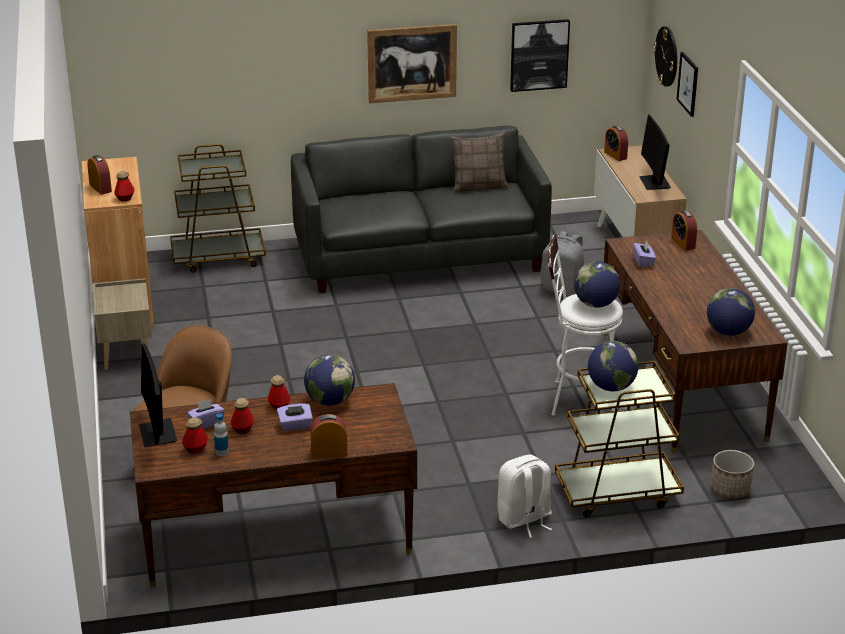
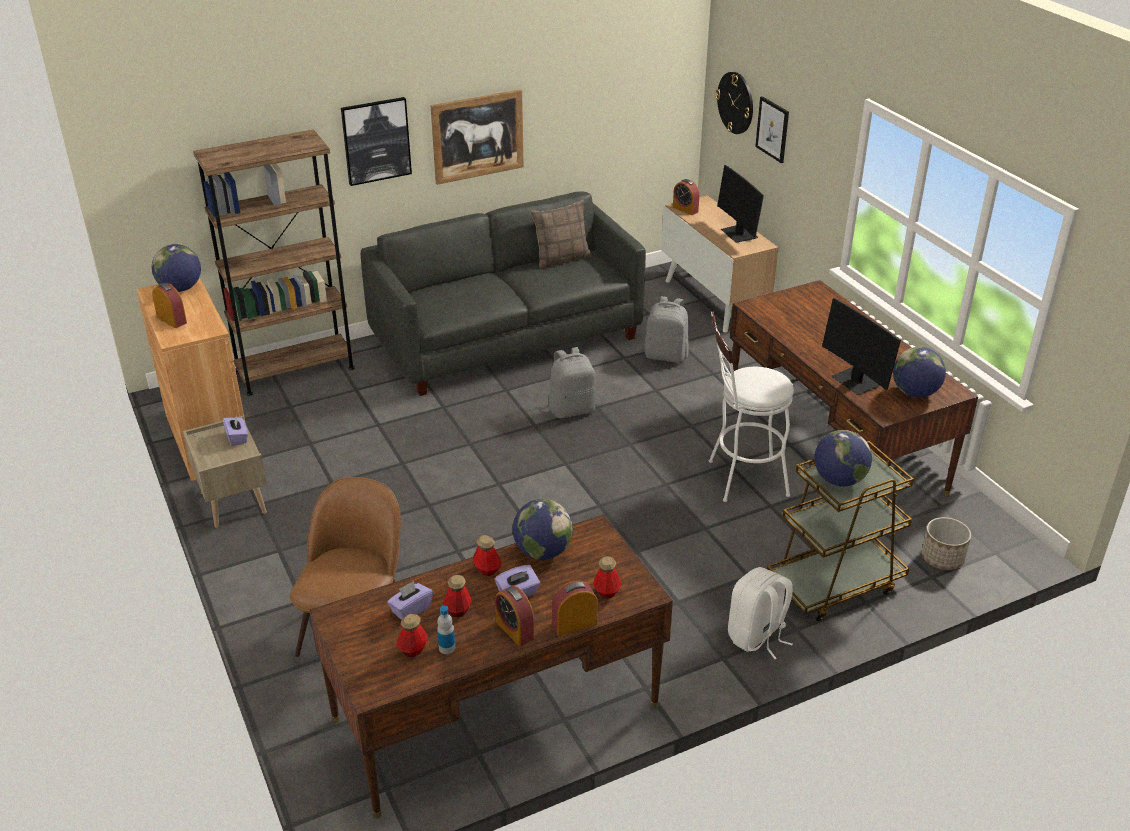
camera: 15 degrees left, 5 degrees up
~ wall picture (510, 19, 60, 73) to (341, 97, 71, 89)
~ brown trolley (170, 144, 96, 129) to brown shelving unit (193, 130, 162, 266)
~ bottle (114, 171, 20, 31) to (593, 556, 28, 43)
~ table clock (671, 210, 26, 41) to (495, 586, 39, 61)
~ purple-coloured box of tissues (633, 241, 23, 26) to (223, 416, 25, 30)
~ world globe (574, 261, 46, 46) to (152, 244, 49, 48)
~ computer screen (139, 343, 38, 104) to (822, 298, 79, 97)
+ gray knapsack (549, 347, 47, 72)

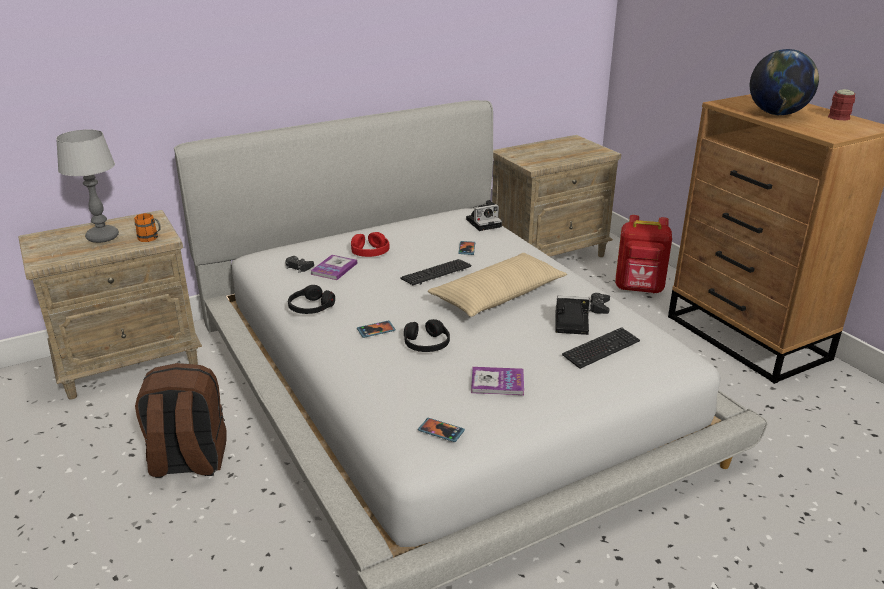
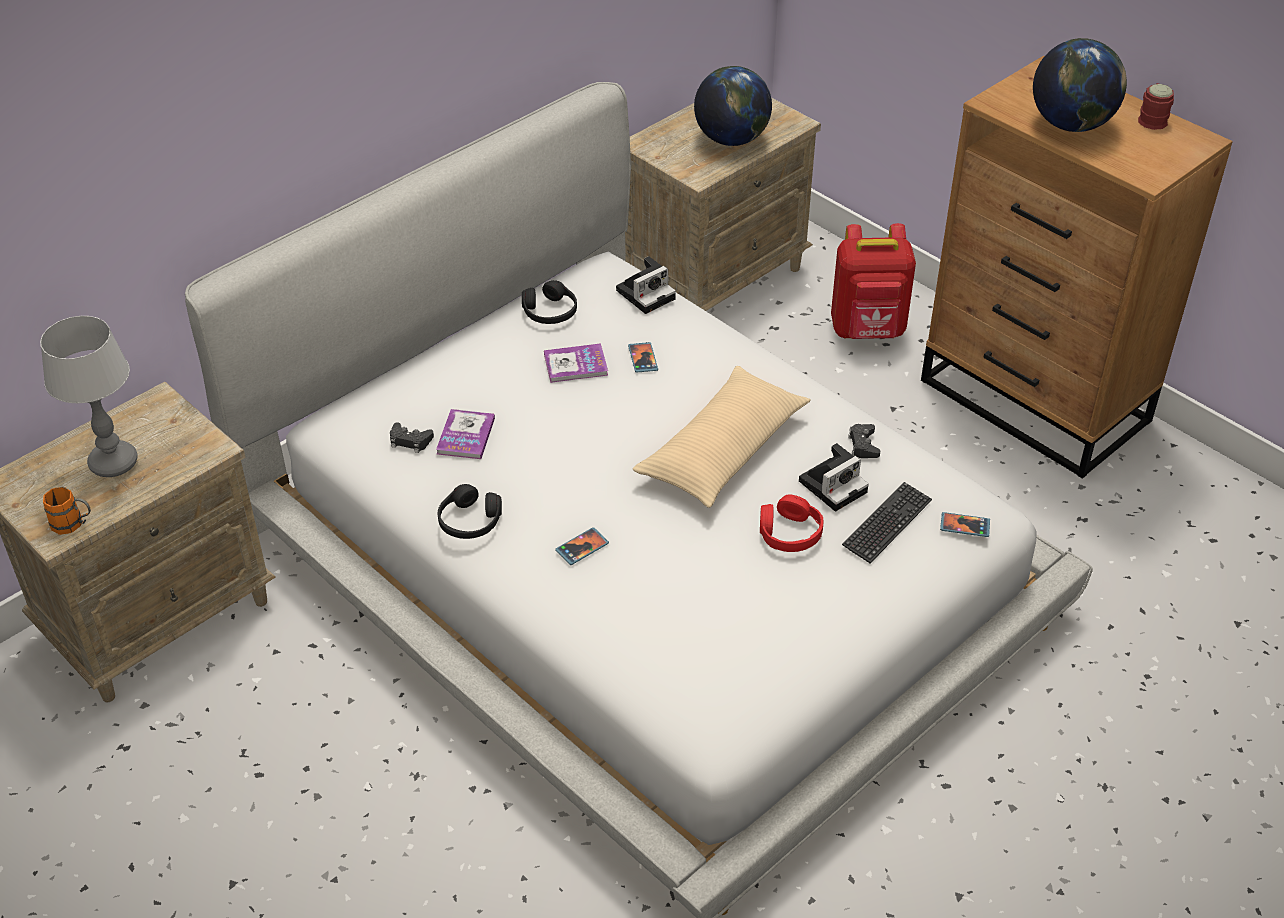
camera: 15 degrees left, 15 degrees up
~ orange-coloured tea mug (134, 213, 27, 29) to (43, 487, 48, 48)
~ red-coloured pair of headphones (351, 232, 39, 25) to (760, 494, 63, 58)
- PC keyboard (400, 259, 72, 26)
~ still camera (555, 296, 35, 39) = (799, 443, 70, 68) 150 degrees clockwise
~ blackish pair of headphones (404, 319, 46, 33) to (522, 280, 55, 44)
- brown knapsack (135, 363, 92, 115)
~ book (471, 367, 53, 28) to (544, 343, 64, 40)
~ telephone (418, 418, 47, 24) to (940, 512, 50, 25)
+ world globe (694, 66, 78, 80)

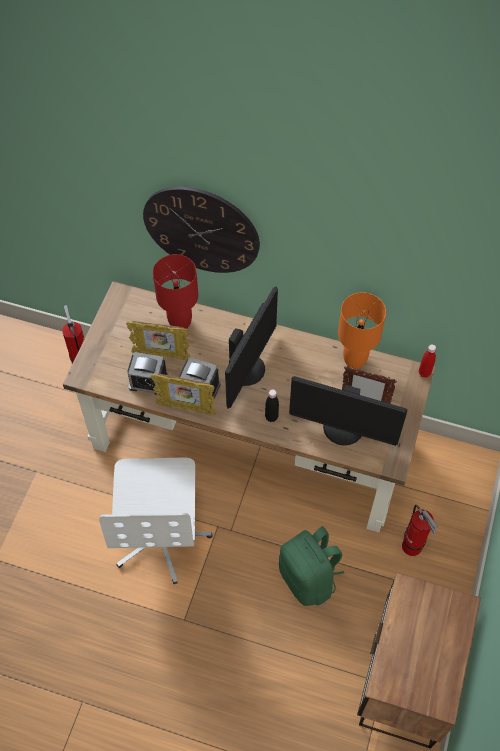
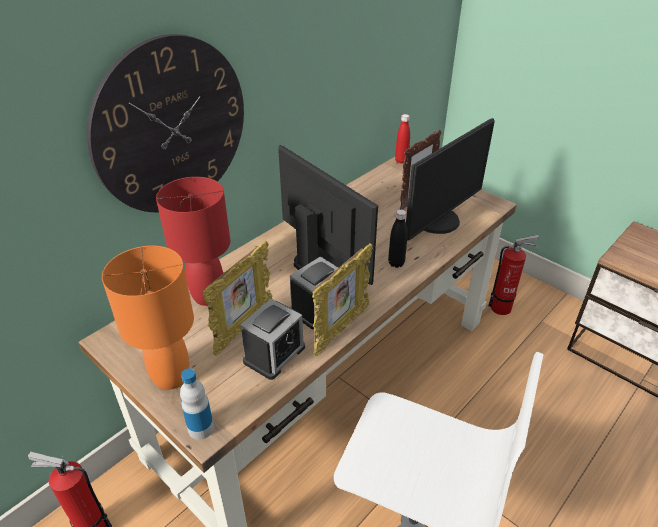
camera: 65 degrees left, 20 degrees down
~ orange-coloured table lamp (338, 292, 48, 77) to (102, 246, 92, 144)
- green-coloured knapsack (279, 526, 65, 80)
+ bottle (180, 368, 34, 72)

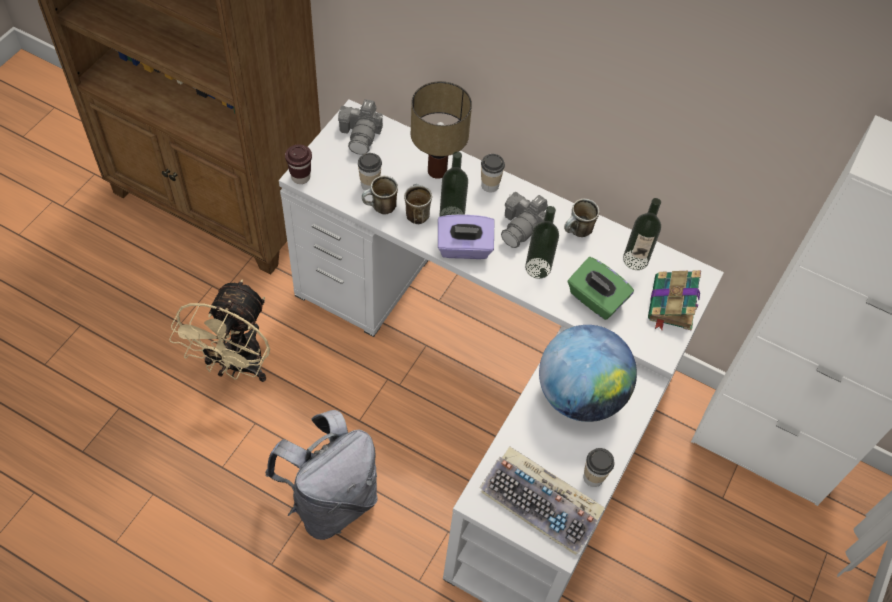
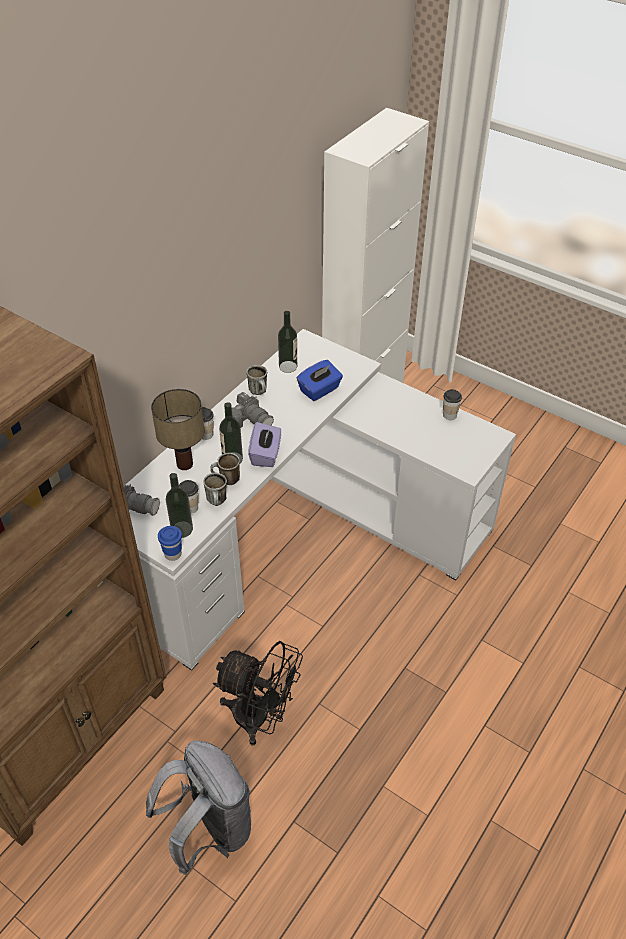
camera: 80 degrees left, 10 degrees down
~ brown drinking cup (285, 144, 27, 40) to blue-coloured drinking cup (158, 526, 24, 35)
~ bottle (525, 206, 34, 73) to (166, 473, 27, 65)
~ green-coloured box of tissues (568, 257, 66, 63) to blue-coloured box of tissues (297, 360, 46, 41)
- book (648, 270, 53, 61)
~ beige-coloured cooling fan (169, 279, 101, 103) to blackish cooling fan (213, 641, 90, 105)
- world globe (539, 325, 98, 97)
~ gray knapsack (265, 410, 113, 130) to (146, 740, 105, 136)
- PC keyboard (480, 446, 125, 109)

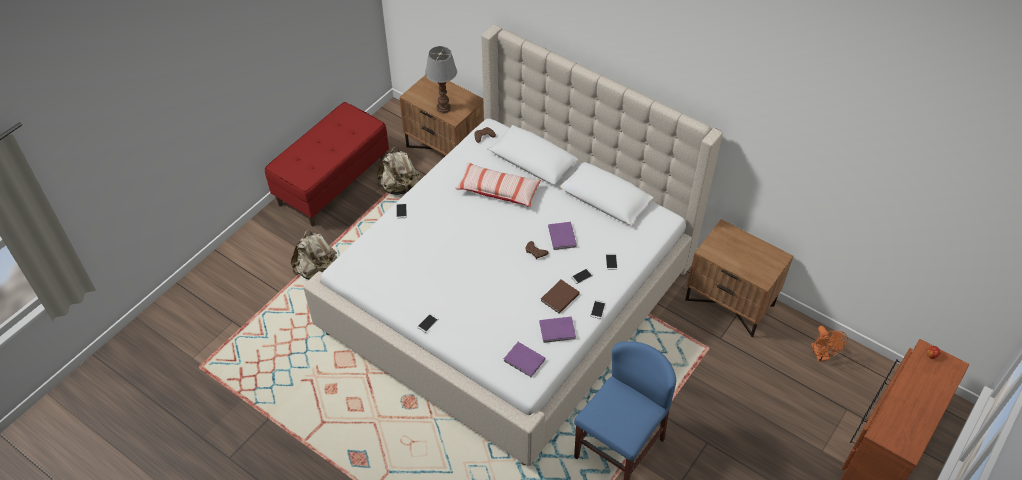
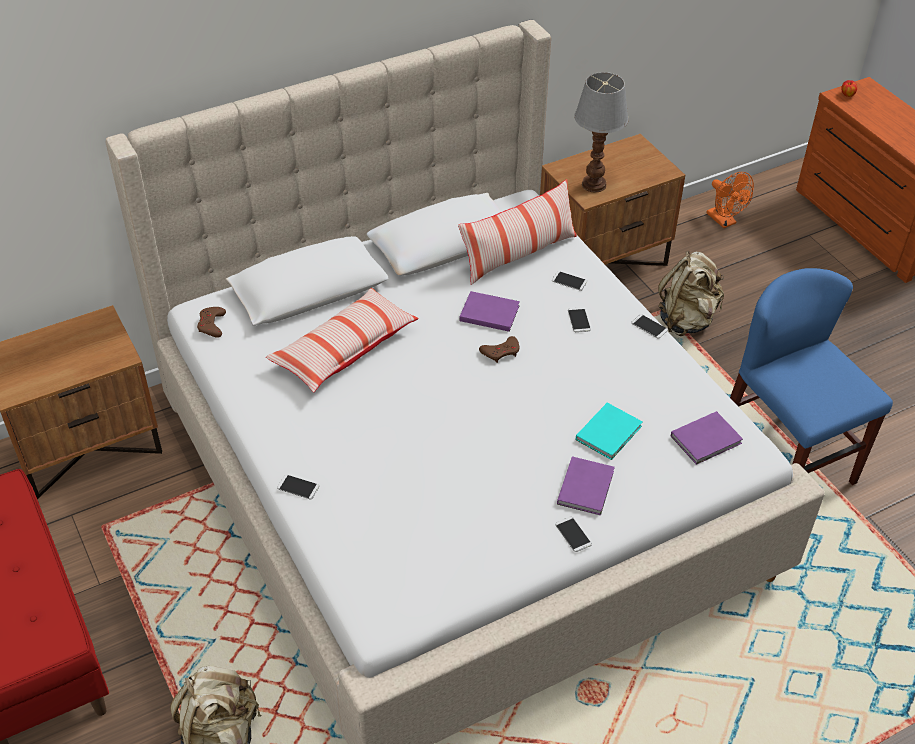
camera: 65 degrees left, 5 degrees down
~ table lamp (425, 46, 32, 67) to (574, 72, 55, 120)
~ beige-coloured knapsack (377, 146, 42, 49) to (658, 251, 66, 85)
- brown book (541, 279, 39, 35)
~ purple-coloured book (540, 316, 36, 27) to (557, 456, 58, 59)
~ orange-coloured cooling fan (811, 326, 37, 36) = (707, 172, 47, 56) 45 degrees clockwise
+ cushion (458, 179, 119, 106)
+ turquoise-coloured book (576, 403, 67, 57)

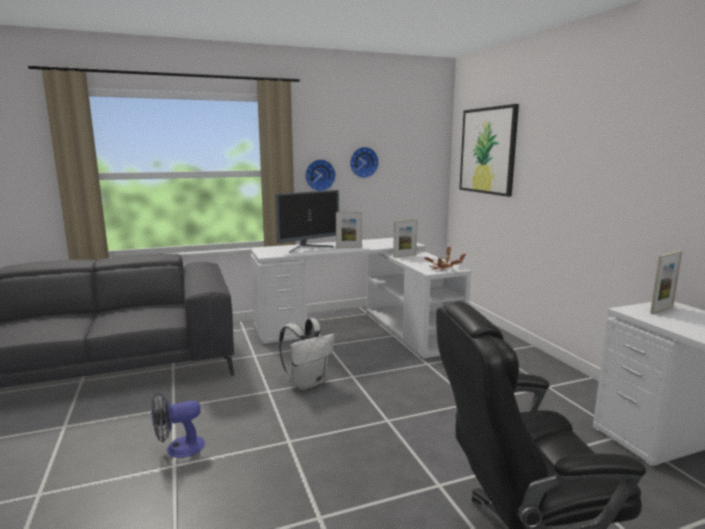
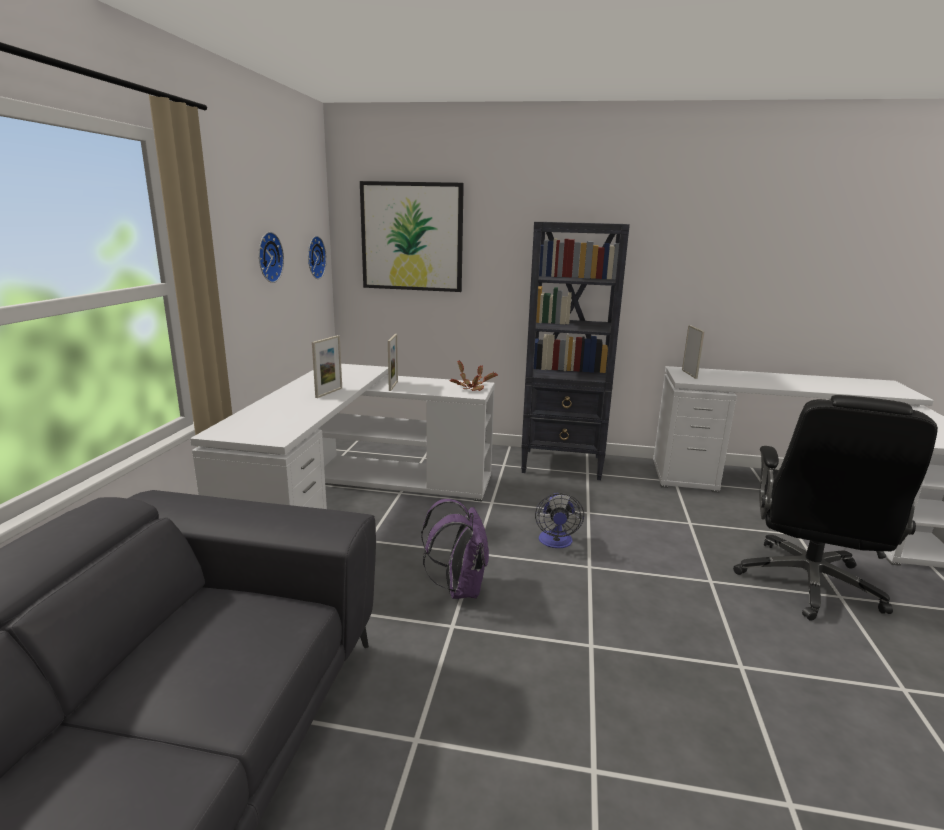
camera: 60 degrees left, 5 degrees up
~ hanging clock (305, 159, 31, 32) to (308, 236, 19, 43)
- computer screen (275, 190, 64, 63)
~ white-coloured knapsack (279, 318, 56, 72) to purple-coloured knapsack (421, 499, 68, 100)
~ cooling fan (151, 392, 54, 66) to (535, 493, 49, 55)
+ blackish shelving unit (521, 222, 109, 258)

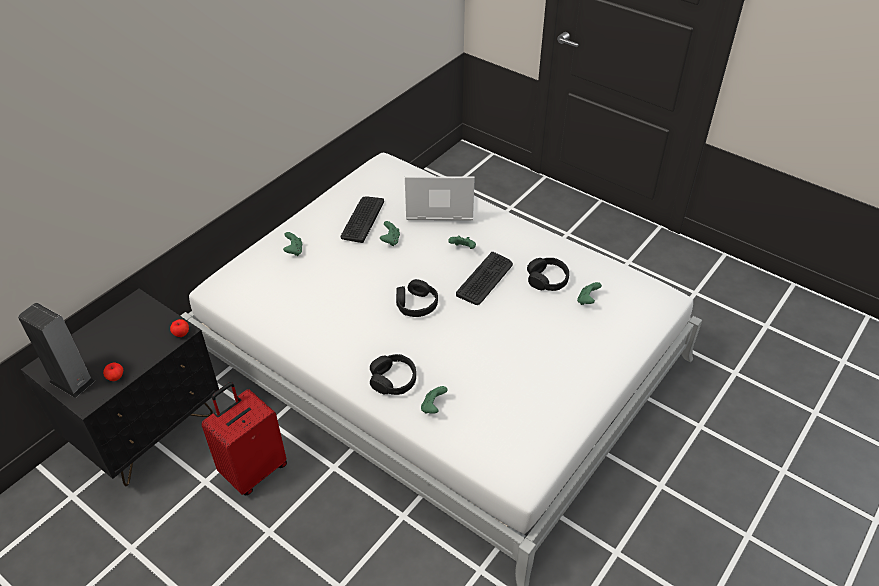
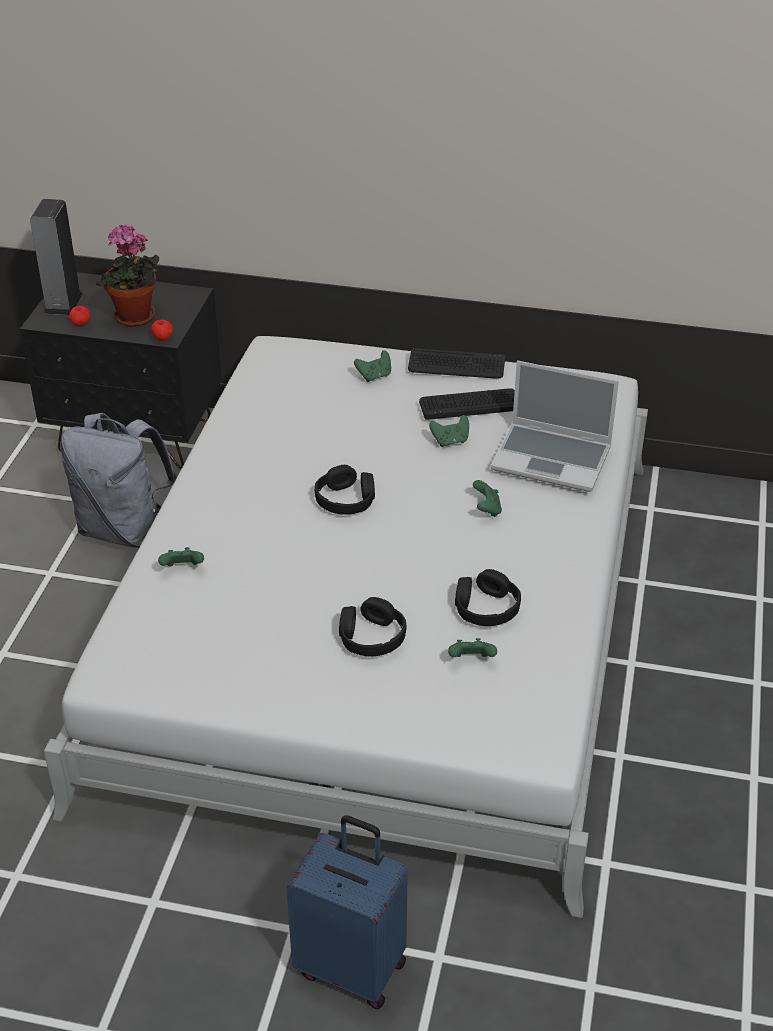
camera: 65 degrees right, 5 degrees down
~ laptop (405, 176, 70, 45) = (491, 361, 128, 131) 135 degrees clockwise
~ PC keyboard (456, 252, 57, 53) to (408, 348, 97, 31)
~ blackish pair of headphones (370, 354, 46, 41) to (339, 597, 67, 59)
~ red-coloured suitcase (202, 382, 85, 114) to gray knapsack (60, 413, 117, 135)
+ plant in a pot (96, 224, 63, 103)
+ blue-coloured suitcase (286, 815, 122, 194)

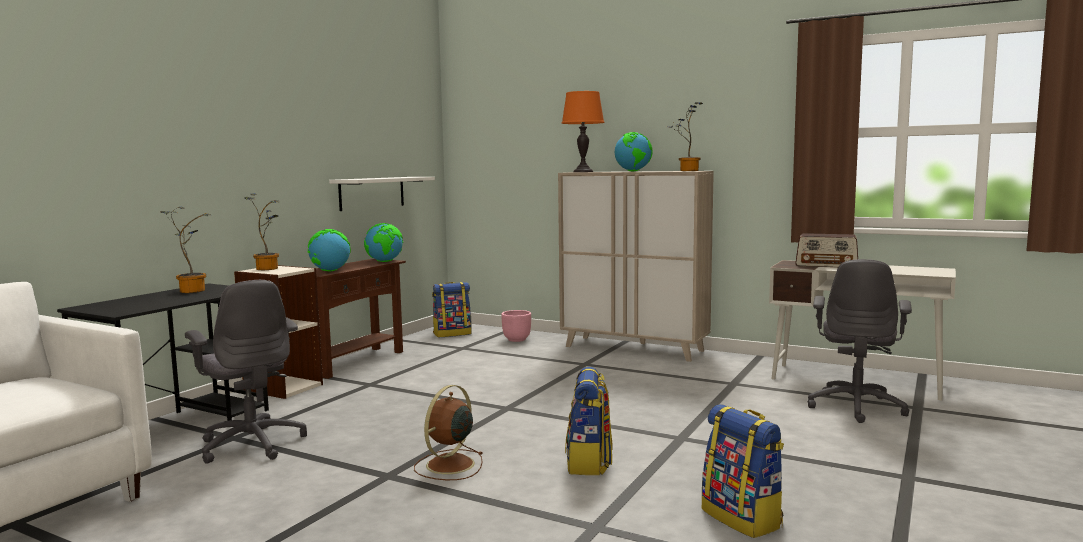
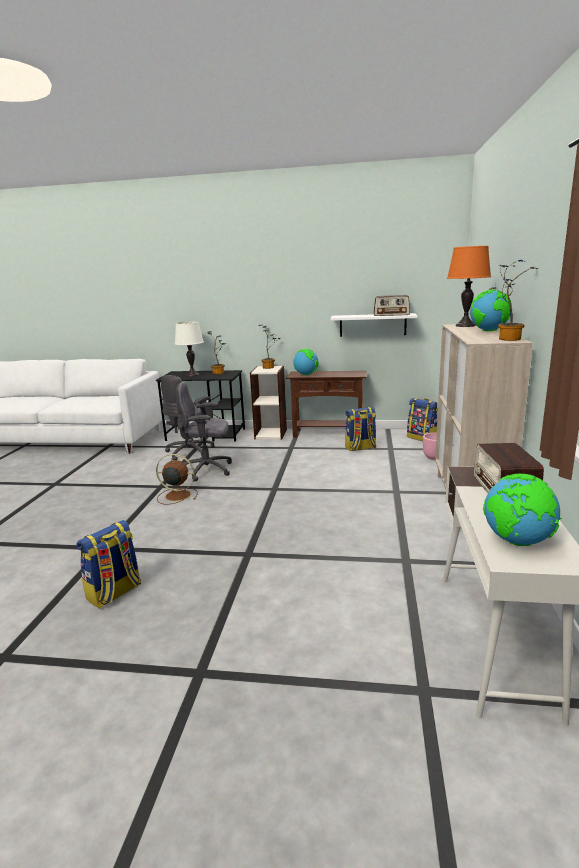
camera: 70 degrees right, 10 degrees up
~ world globe (364, 223, 39, 39) to (483, 474, 78, 72)
~ gray desk chair (808, 259, 104, 164) to (176, 382, 56, 100)
~ knapsack (565, 367, 47, 108) to (345, 407, 31, 44)
+ radio receiver (374, 295, 36, 21)
+ white-coloured table lamp (175, 321, 29, 56)

